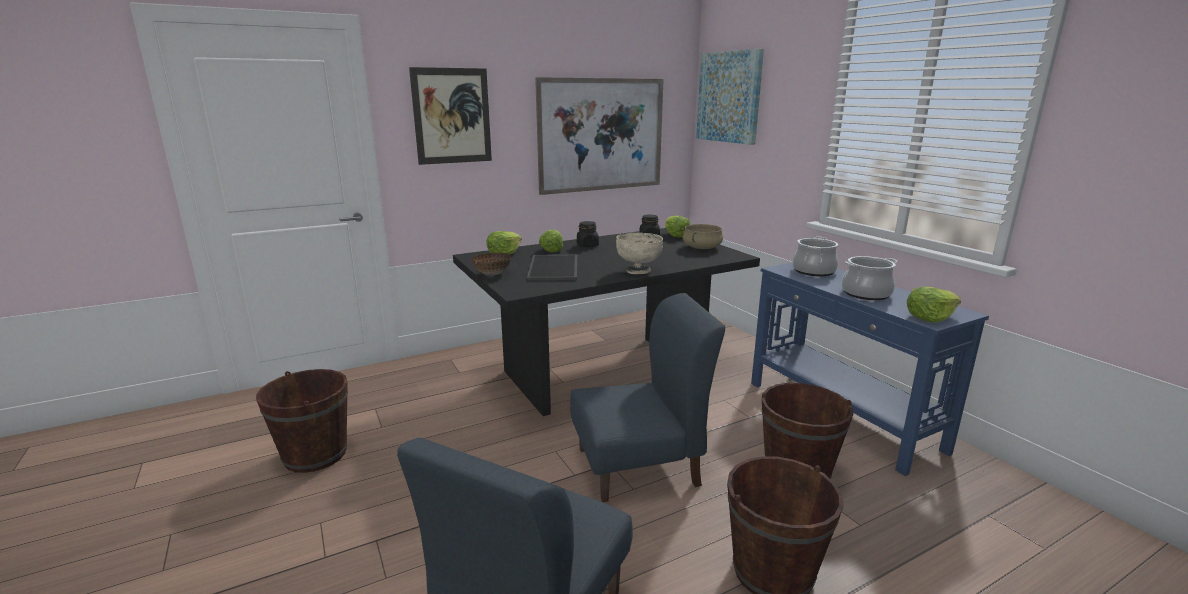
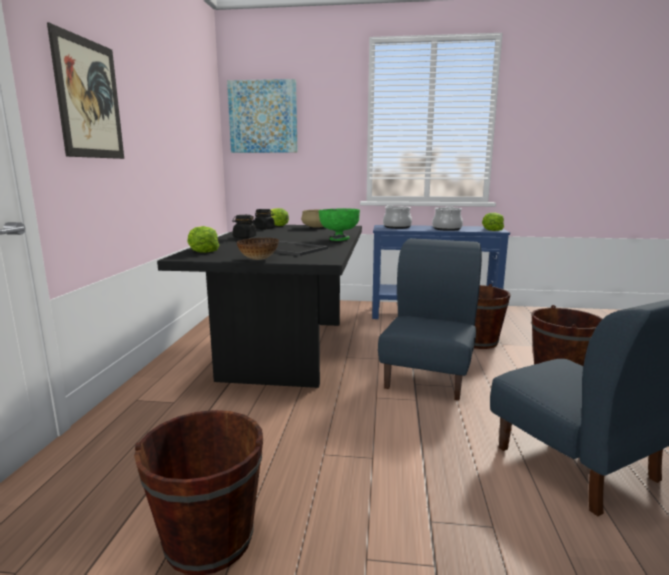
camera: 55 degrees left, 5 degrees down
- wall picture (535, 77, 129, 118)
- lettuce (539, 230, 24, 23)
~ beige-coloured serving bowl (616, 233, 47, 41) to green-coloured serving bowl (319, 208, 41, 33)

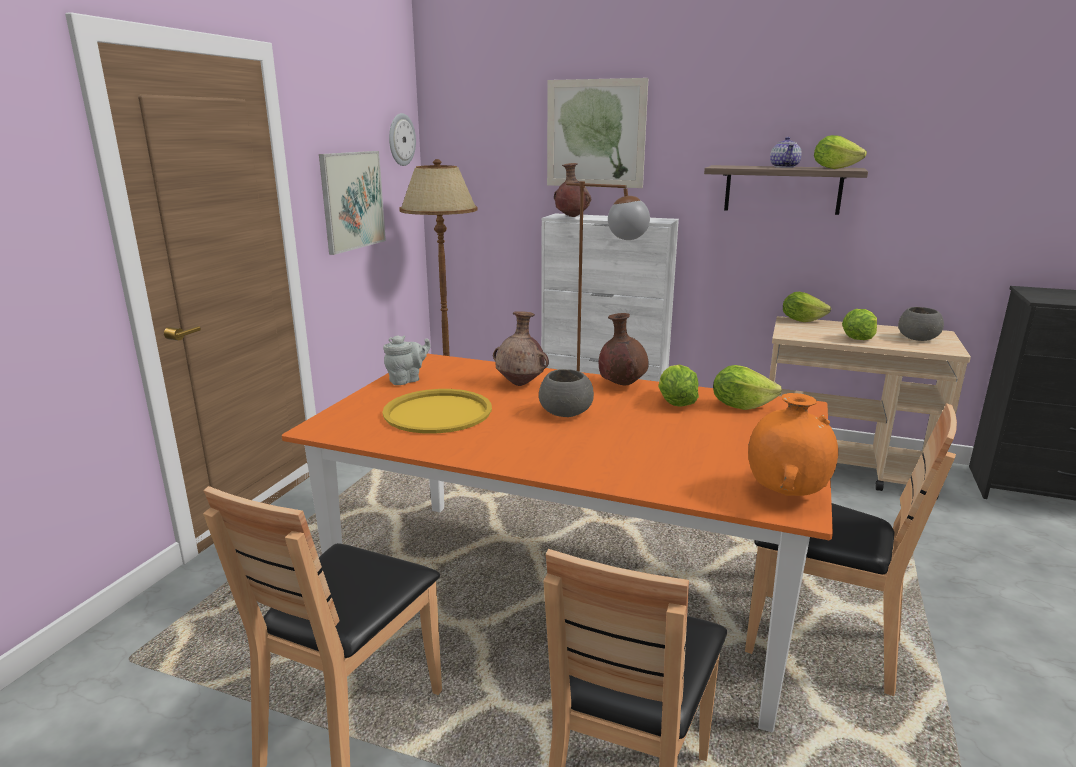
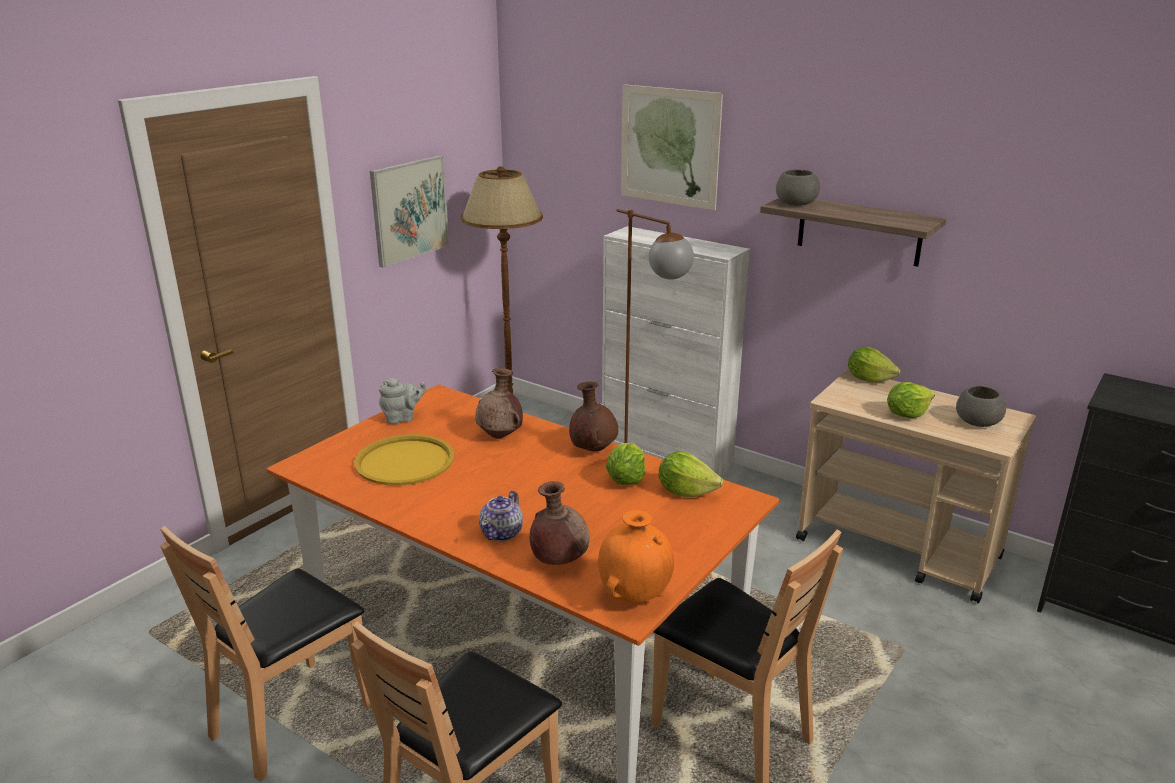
camera: 15 degrees right, 5 degrees up
- hanging clock (389, 113, 27, 53)
- lettuce (814, 135, 53, 34)
~ pot for tea (770, 137, 32, 31) to (479, 491, 44, 50)
~ brown decorative vase (554, 163, 37, 54) to (530, 481, 59, 84)
~ gray serving bowl (539, 369, 55, 48) to (776, 169, 44, 37)

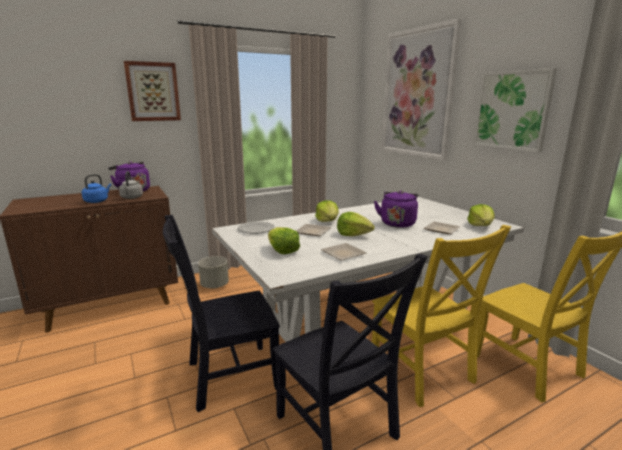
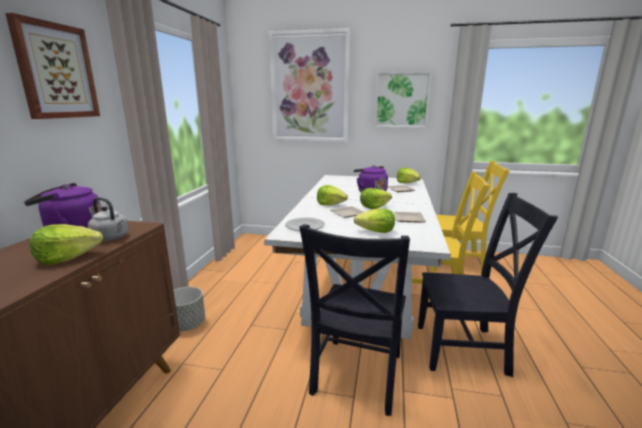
camera: 50 degrees left, 0 degrees up
~ blue-coloured water kettle (82, 174, 29, 29) to lettuce (30, 224, 73, 41)

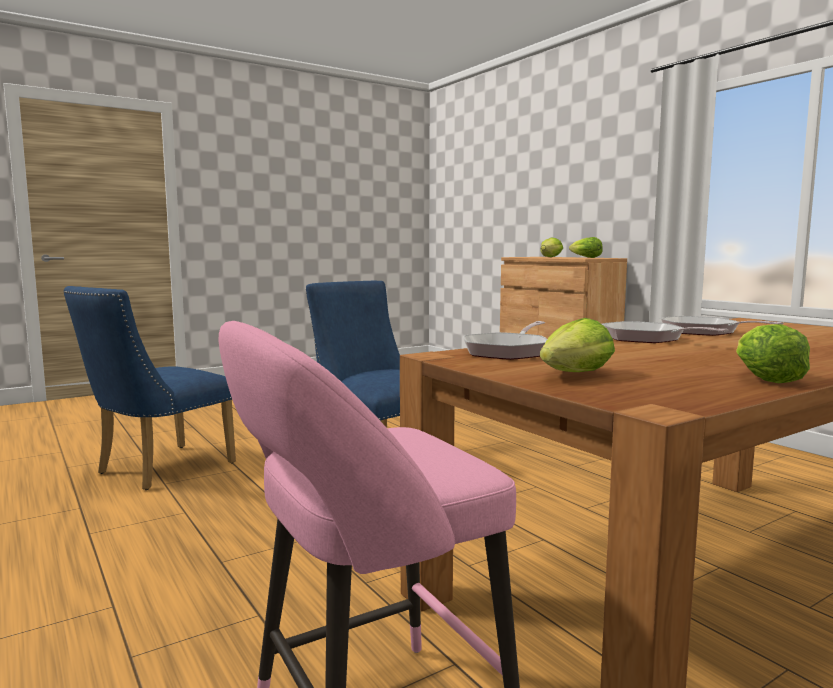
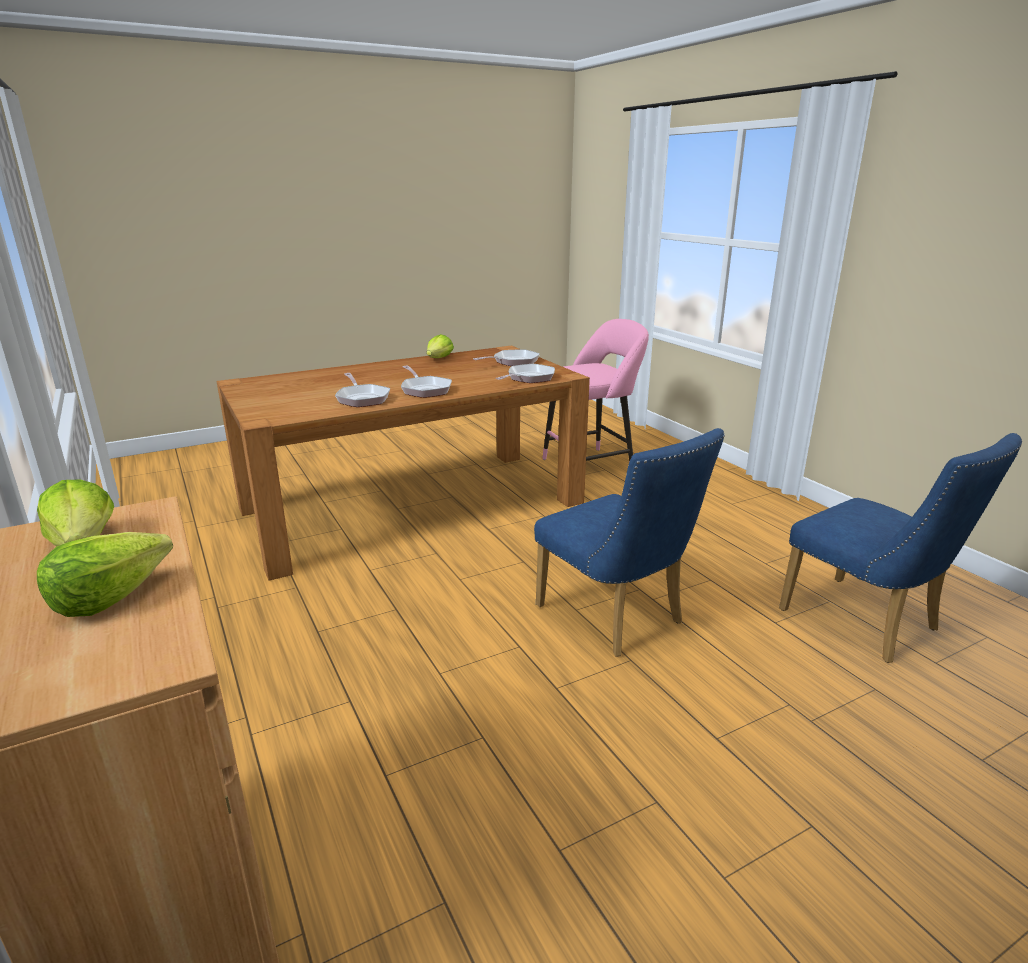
camera: 175 degrees left, 15 degrees up
~ blue-coloured upright chair (63, 286, 173, 204) = (779, 433, 243, 230) 105 degrees clockwise
~ lettuce (540, 318, 75, 54) to skillet (473, 349, 67, 17)

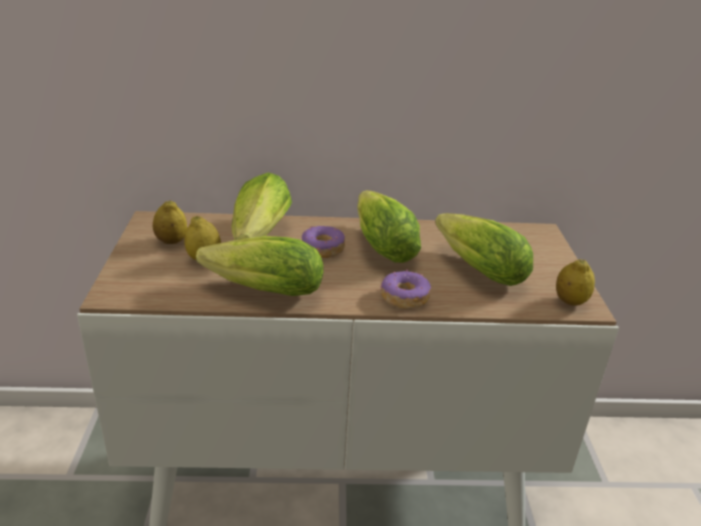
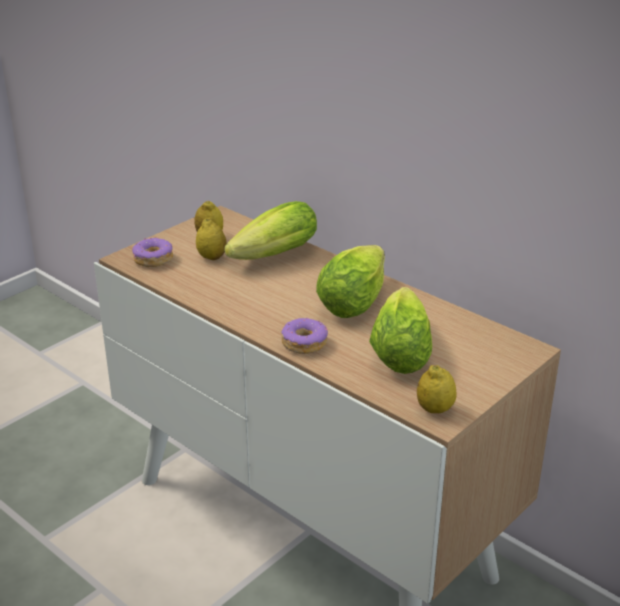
camera: 45 degrees right, 0 degrees up
~ doughnut (302, 226, 43, 32) to (132, 237, 41, 30)
- lettuce (196, 236, 128, 60)

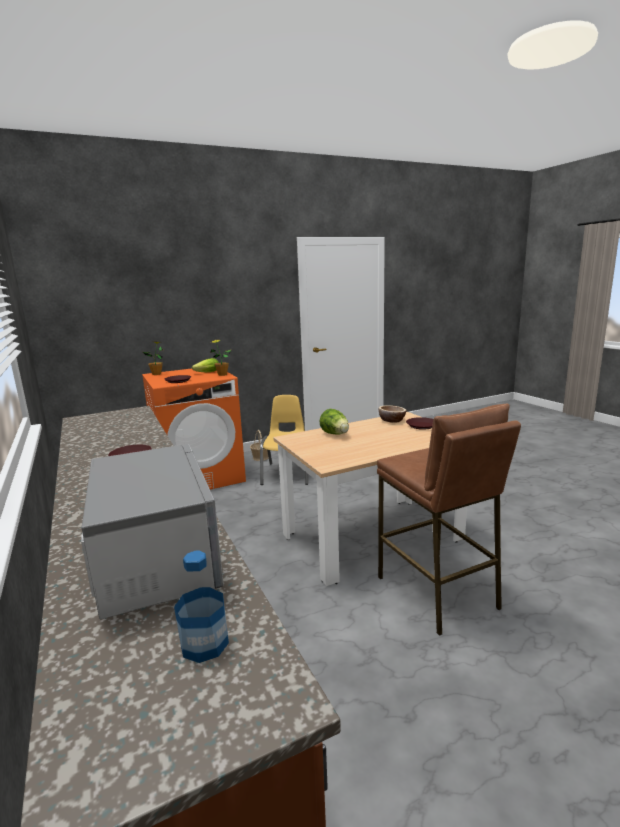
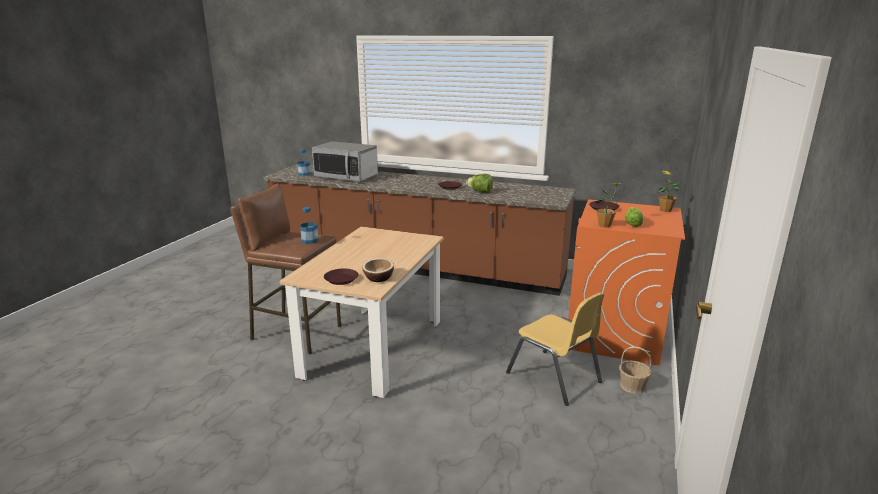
camera: 135 degrees right, 5 degrees up
~ lettuce (319, 409, 30, 26) to (466, 174, 27, 19)
+ bottle (300, 207, 18, 37)

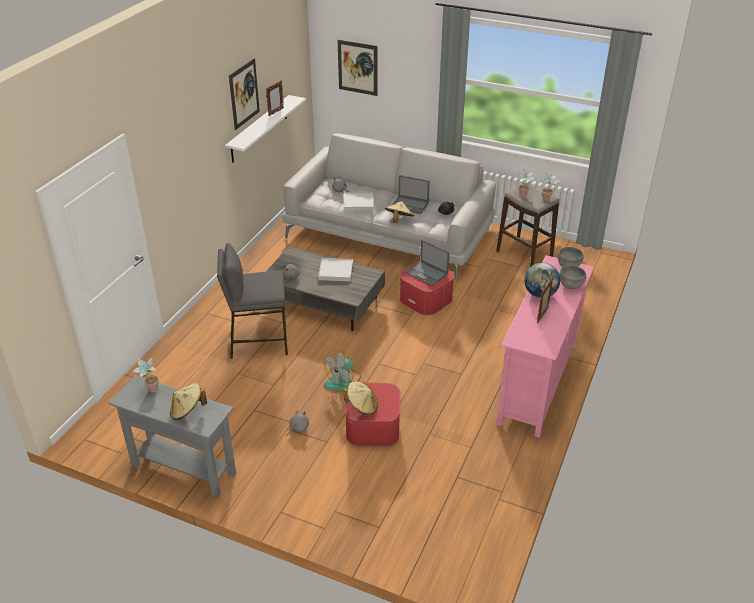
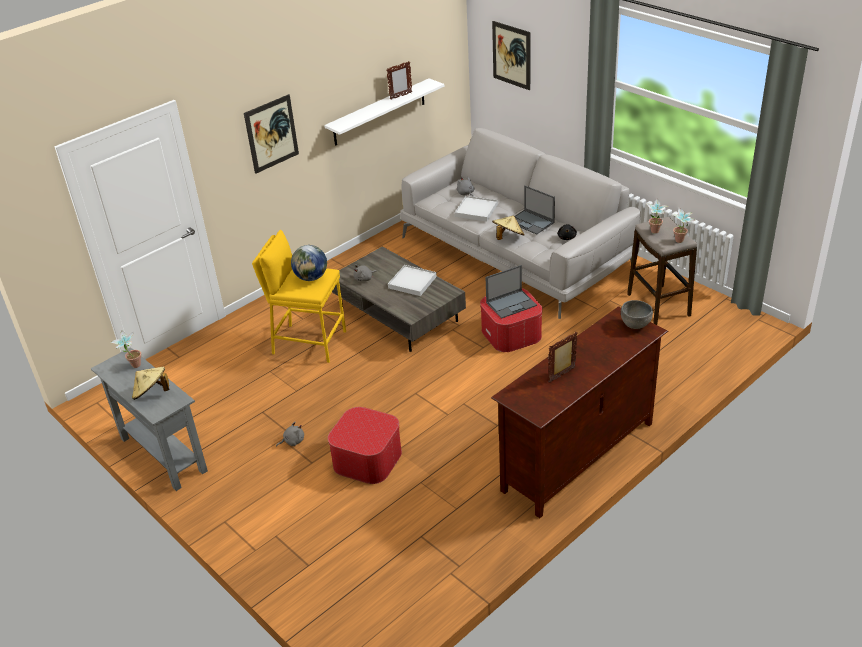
camera: 25 degrees right, 0 degrees up
~ wall picture (229, 58, 31, 72) to (244, 94, 55, 80)
~ laptop (405, 240, 45, 46) = (486, 265, 51, 54) 90 degrees counterclockwise
~ gray sitting stool (217, 243, 71, 116) to yellow sitting stool (252, 230, 94, 133)
~ pinkish tv unit (496, 255, 98, 183) to brown tv unit (491, 306, 177, 212)
~ world globe (524, 263, 36, 35) to (291, 245, 36, 36)
- gray serving bowl (559, 265, 27, 24)
- cooling fan (324, 350, 37, 40)
- beige-coloured wearable hat (344, 381, 34, 34)

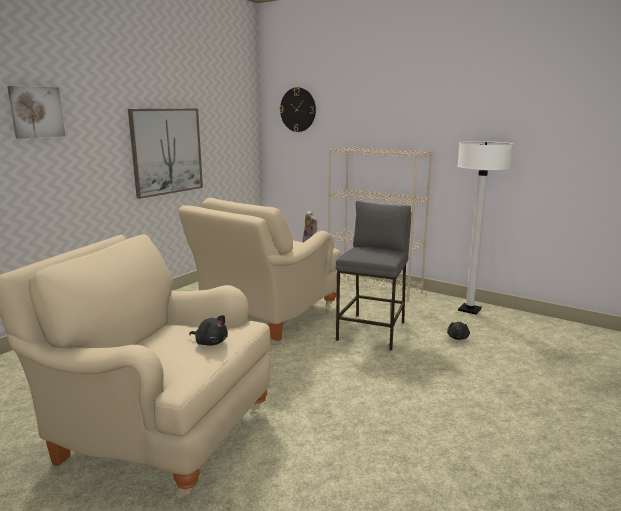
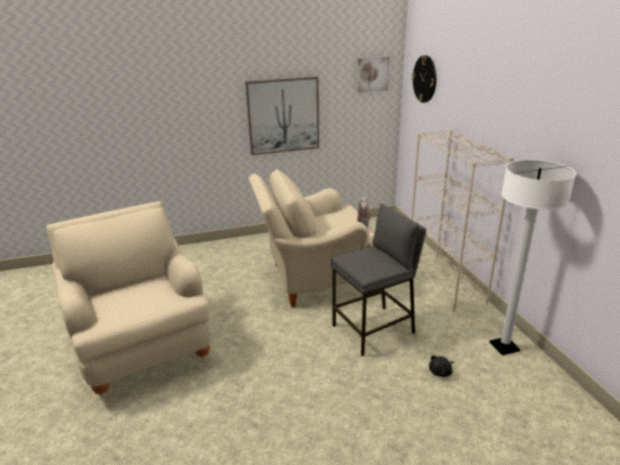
camera: 40 degrees right, 10 degrees up
~ wall picture (7, 86, 58, 52) to (357, 56, 33, 37)
- blackish soft toy (189, 315, 39, 31)

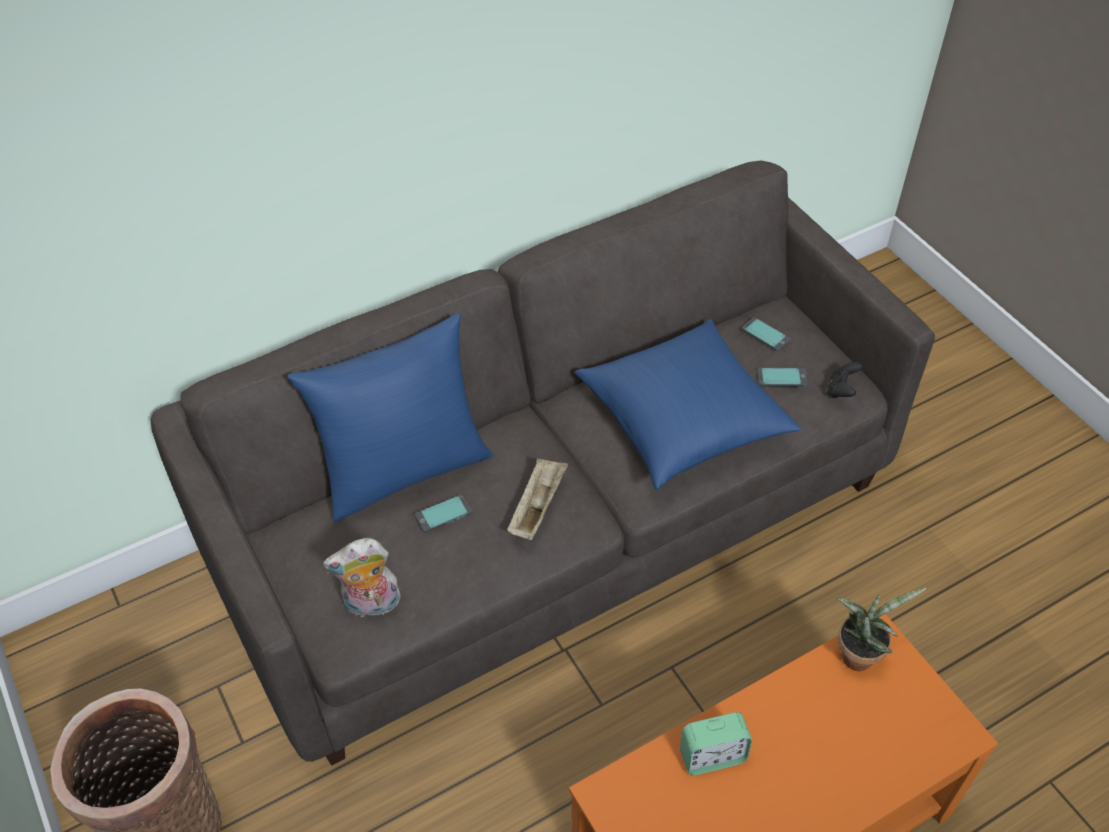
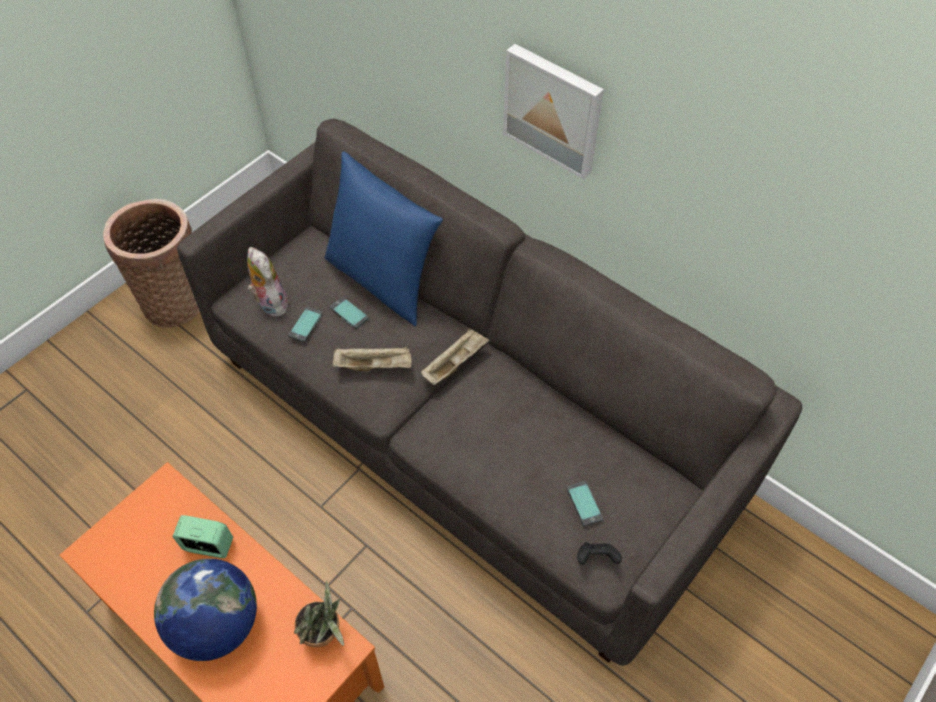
camera: 70 degrees right, 5 degrees up
~ telephone (742, 317, 49, 35) to (288, 307, 35, 35)
- blue-coloured cushion (575, 319, 226, 171)
~ table clock (680, 712, 72, 63) = (173, 515, 60, 43) 135 degrees clockwise
+ wall picture (503, 44, 101, 135)
+ beige-coloured serving tray (421, 328, 68, 57)
+ world globe (154, 559, 103, 102)

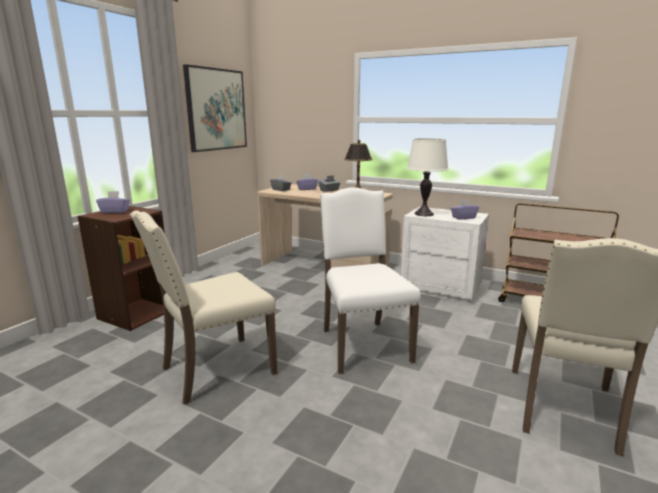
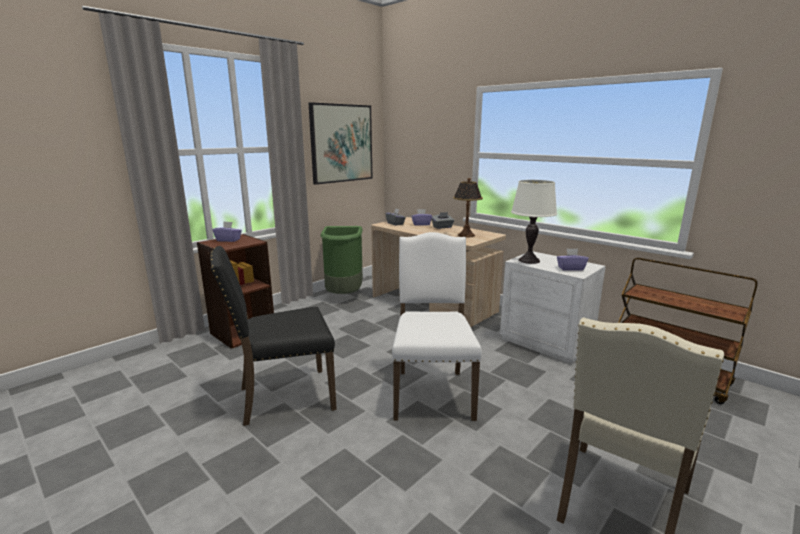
camera: 15 degrees right, 0 degrees up
~ beige-coloured upright chair (130, 210, 147, 194) to blackish upright chair (210, 246, 127, 180)
+ green-coloured trash can (321, 226, 42, 68)

